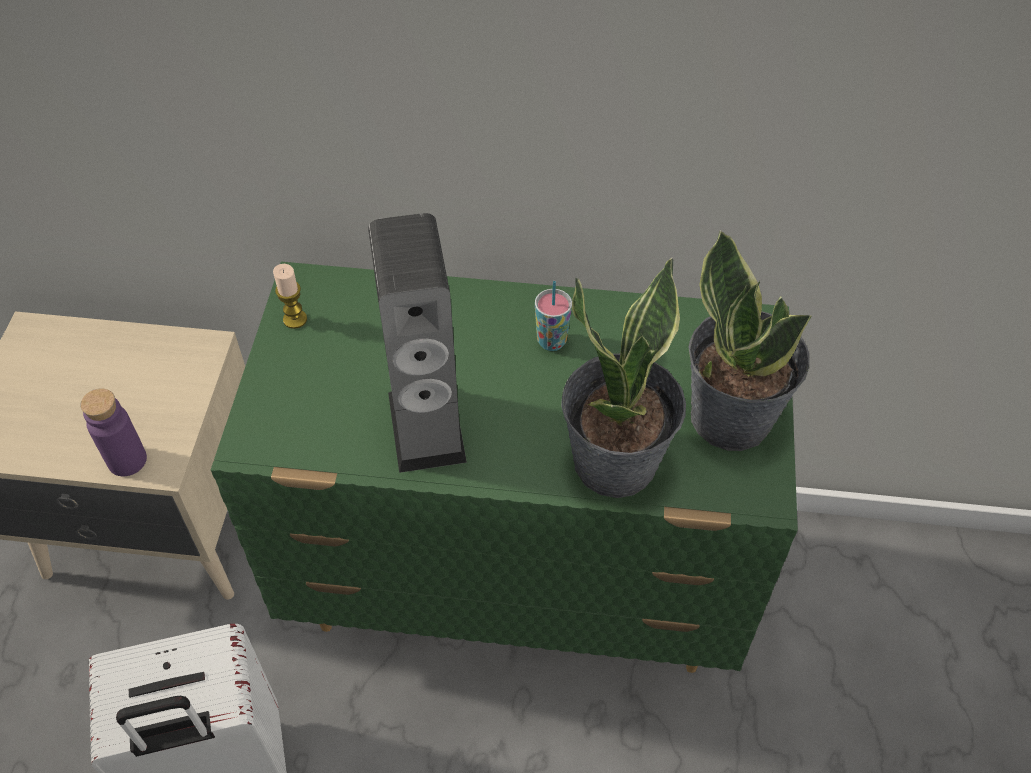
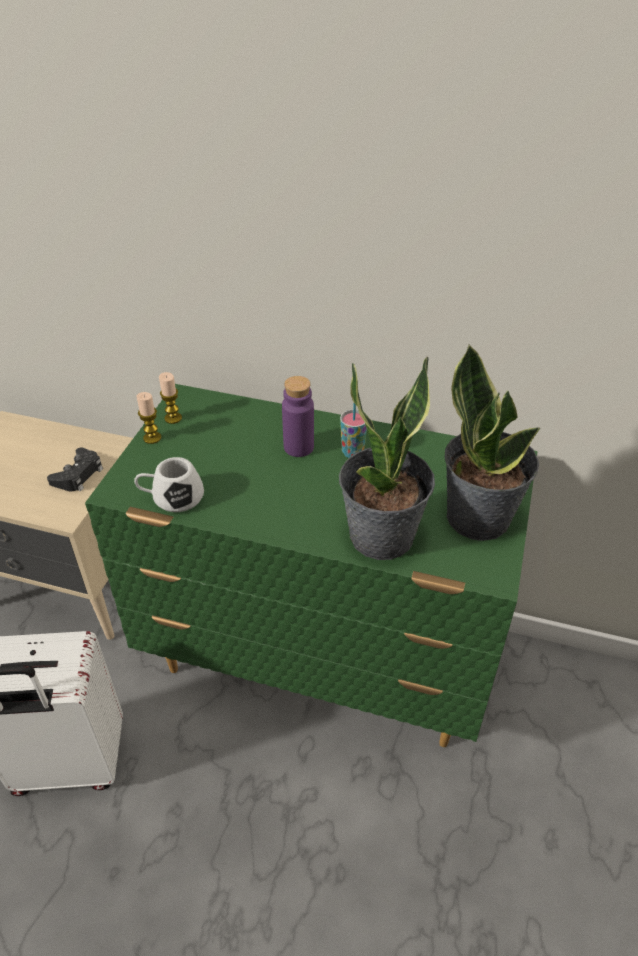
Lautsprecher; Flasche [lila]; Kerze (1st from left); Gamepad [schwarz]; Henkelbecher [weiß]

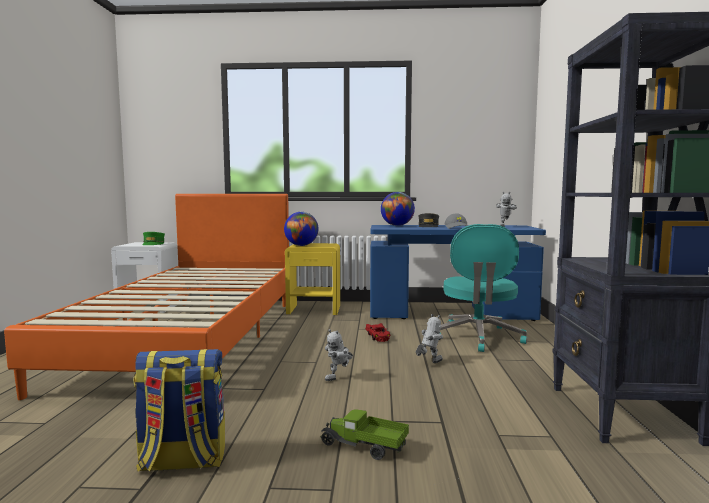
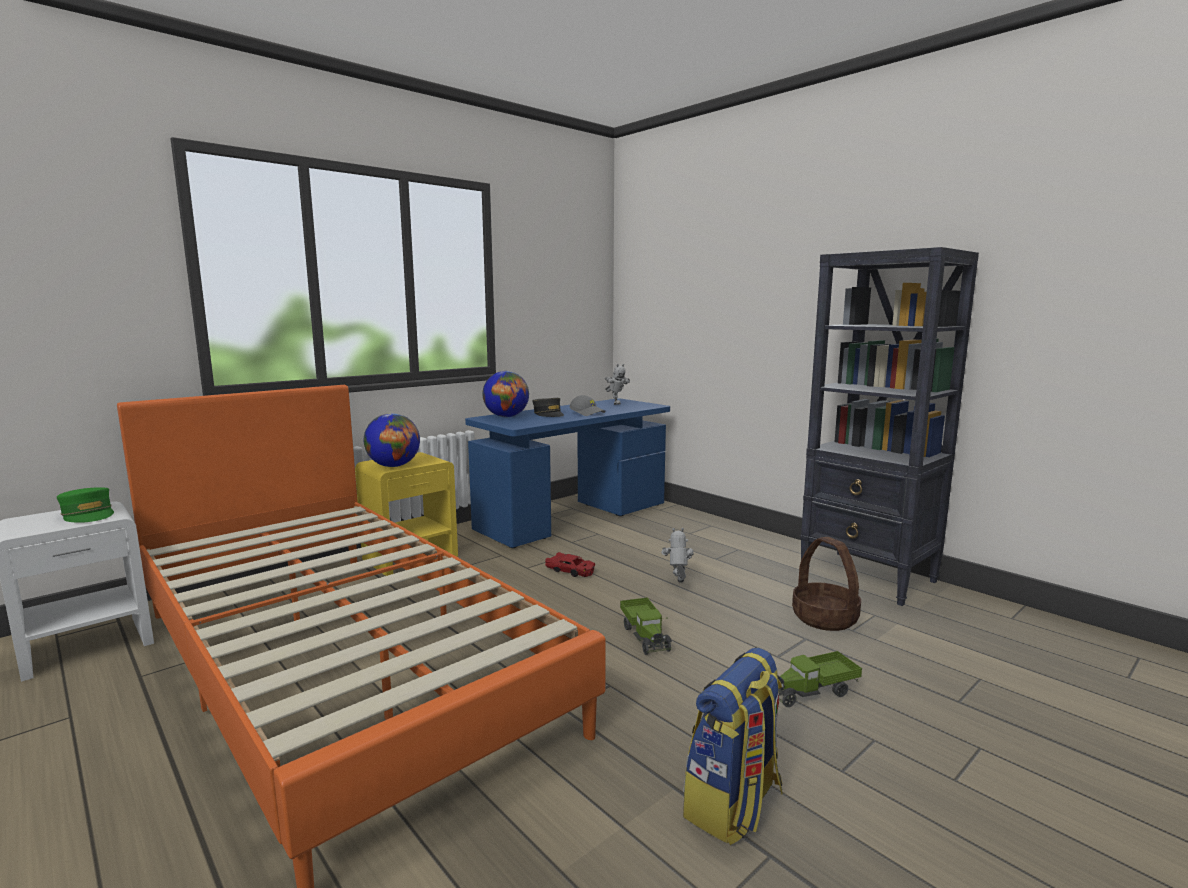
Bürostuhl [türkis]; Spielzeuglaster (1st from left); Korb

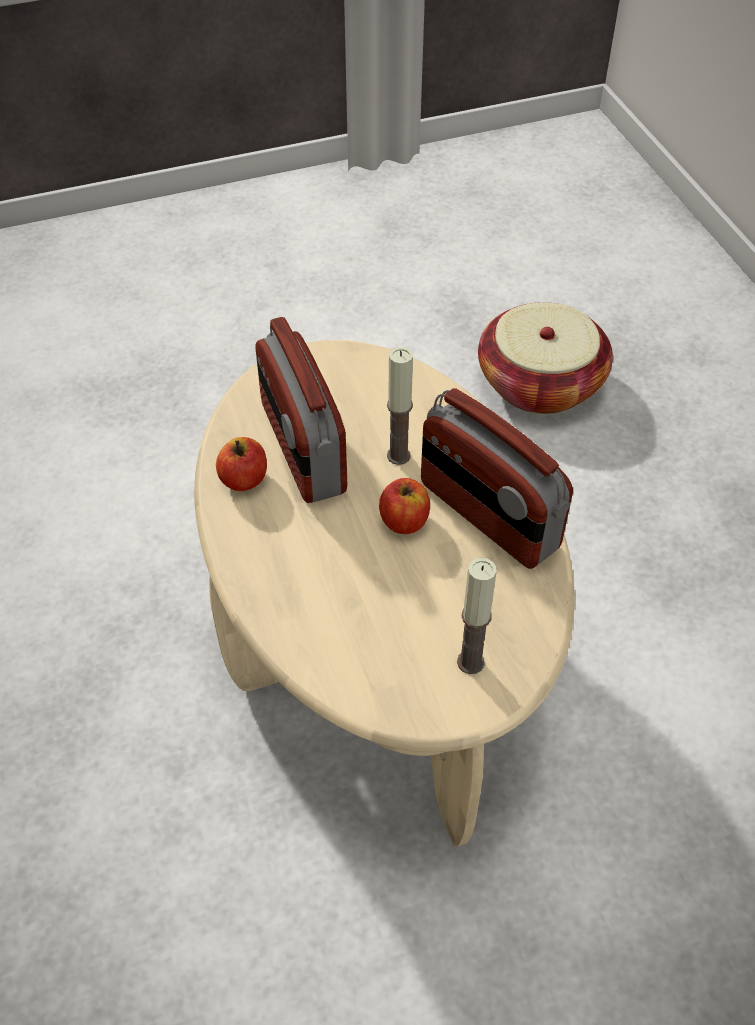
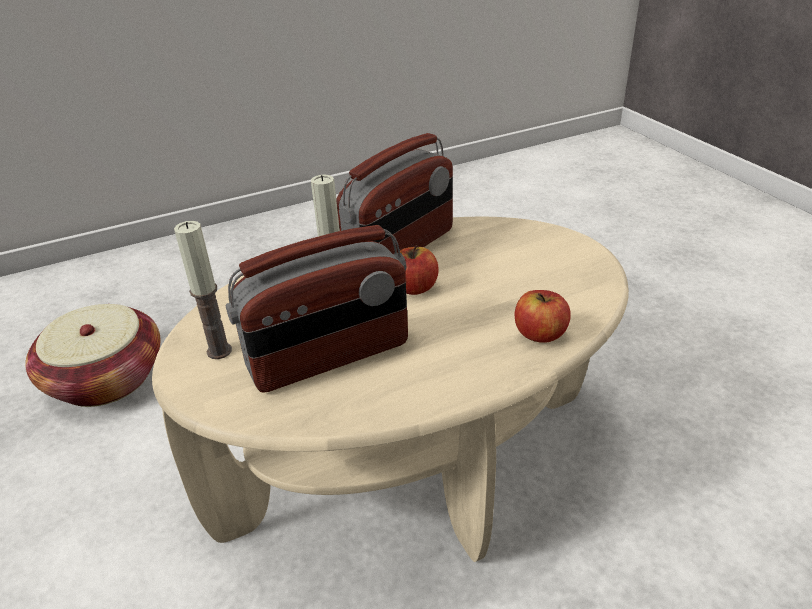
Apfel (2nd from left); Kerze (1st from left)

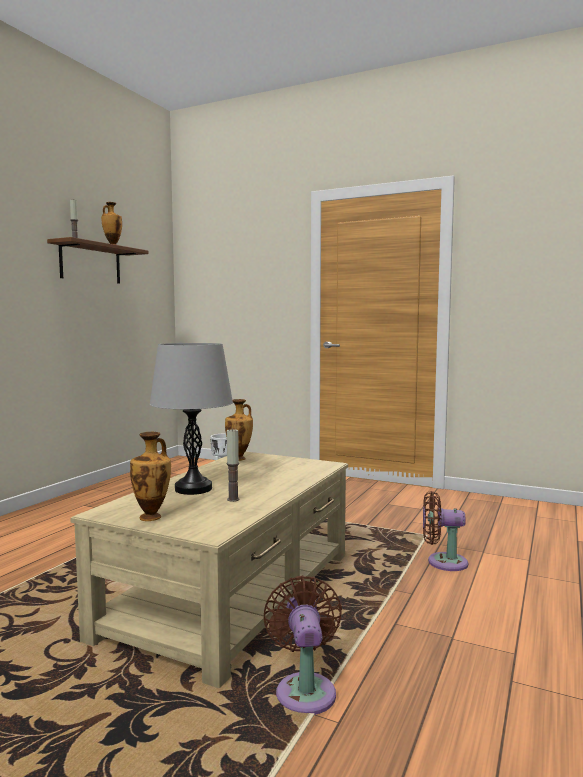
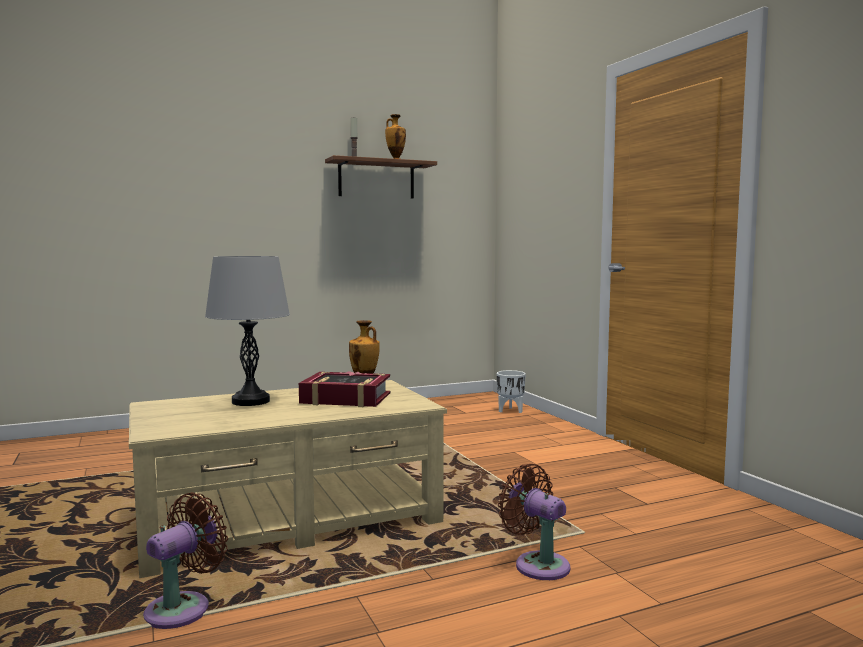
Kerze (2nd from left in the first image); Vase (2nd from left in the first image); Buch

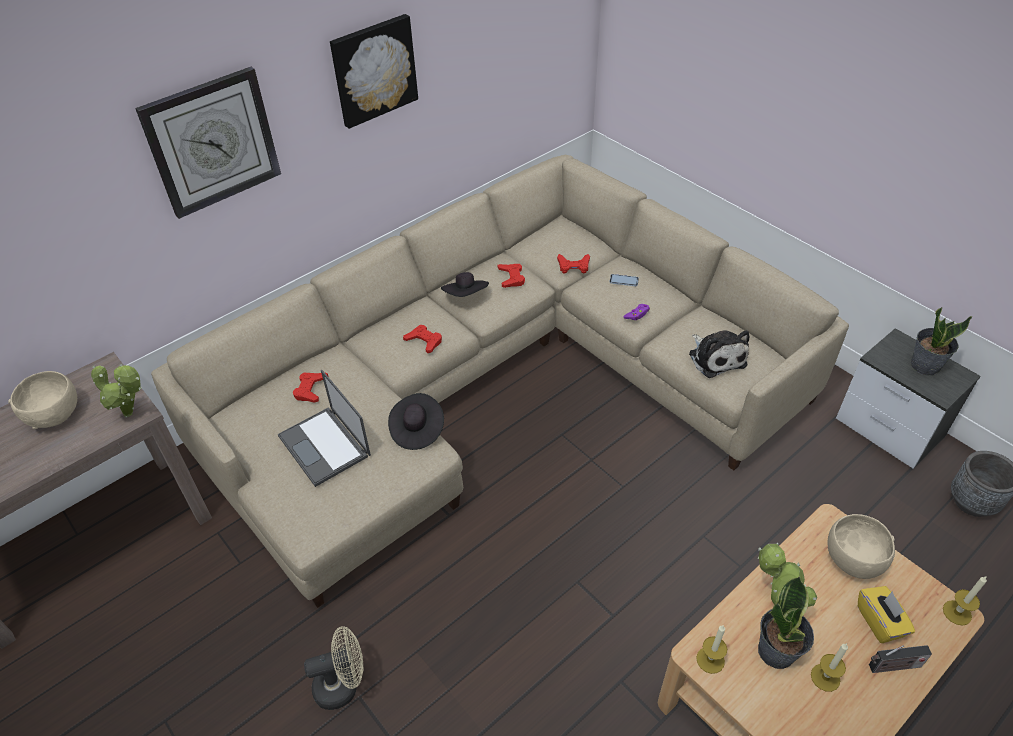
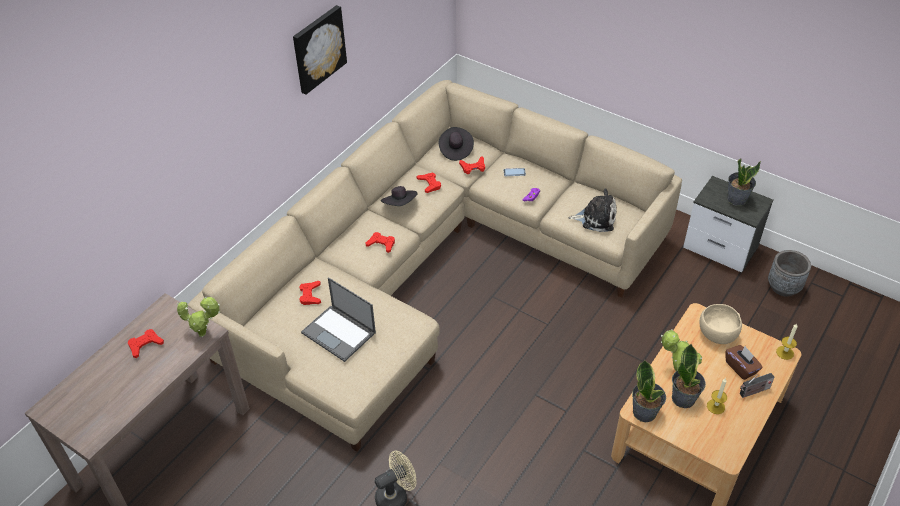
Wanduhr; Plüschtier; Gamepad [rot] (1st from left); Hut [schwarz] (2nd from left); Taschentuchbox [braun]; Topfpflanze (2nd from left)

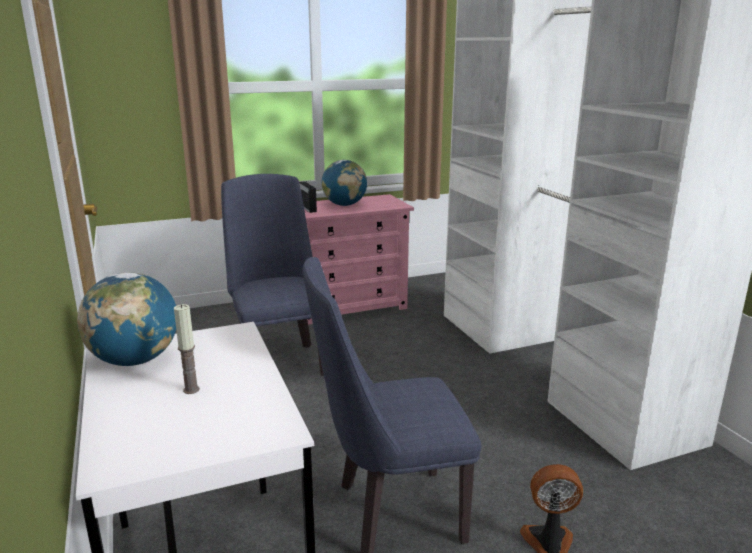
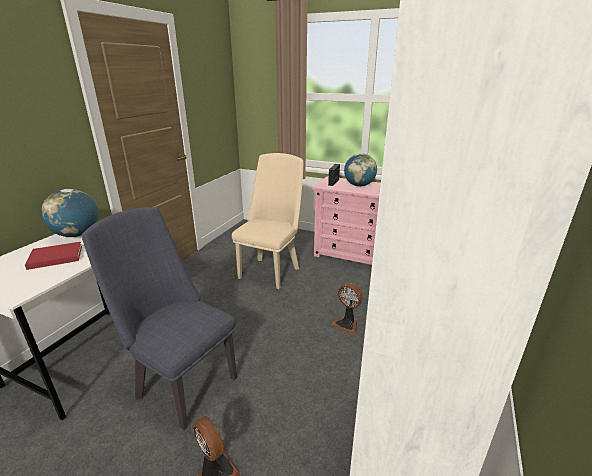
Stuhl [beige]; Buch [rot]; Ventilator (2nd from left)

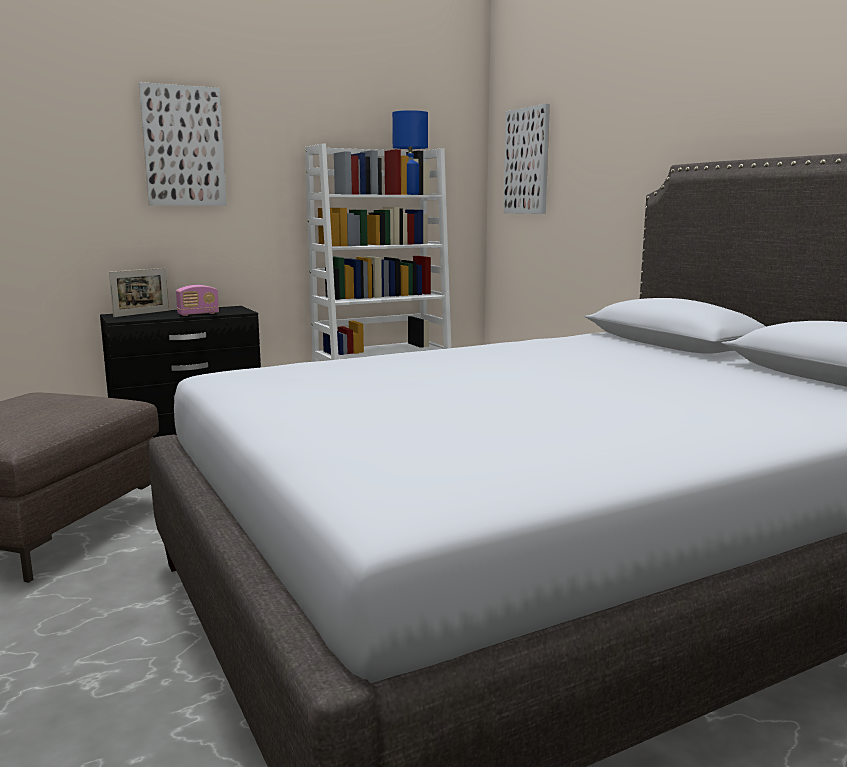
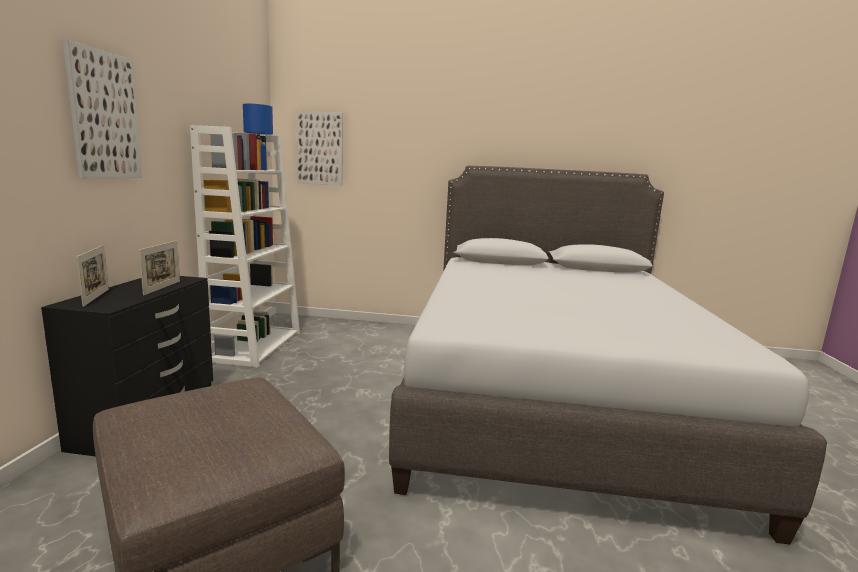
Bilderrahmen (2nd from left)

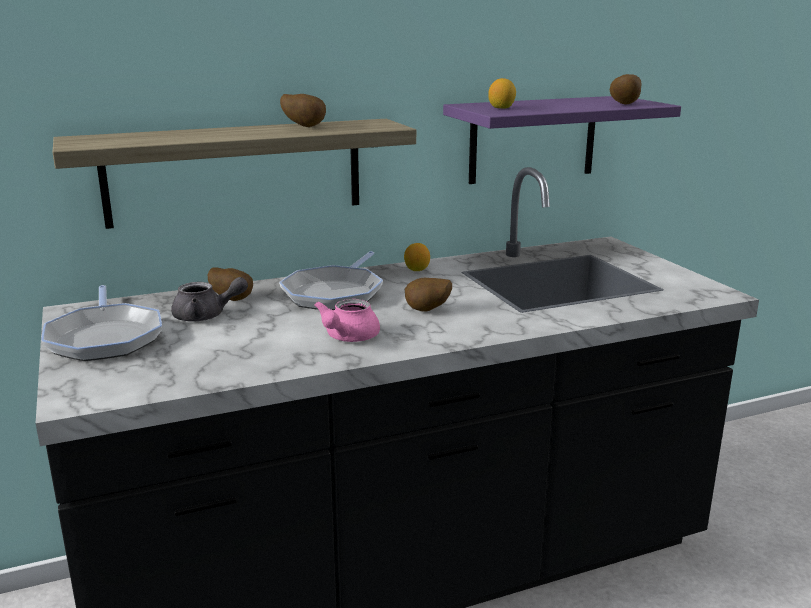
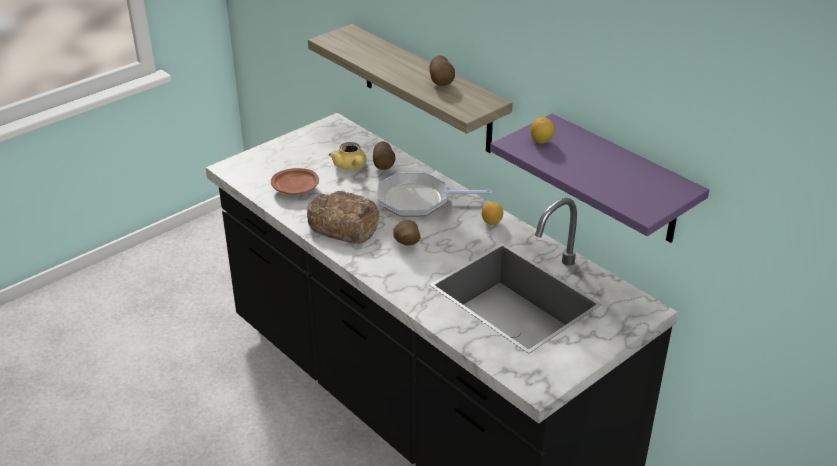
Kartoffel (4th from left in the first image); Teekanne [gelb]; Pfanne (1st from left in the first image); Brot; Teller [braun]

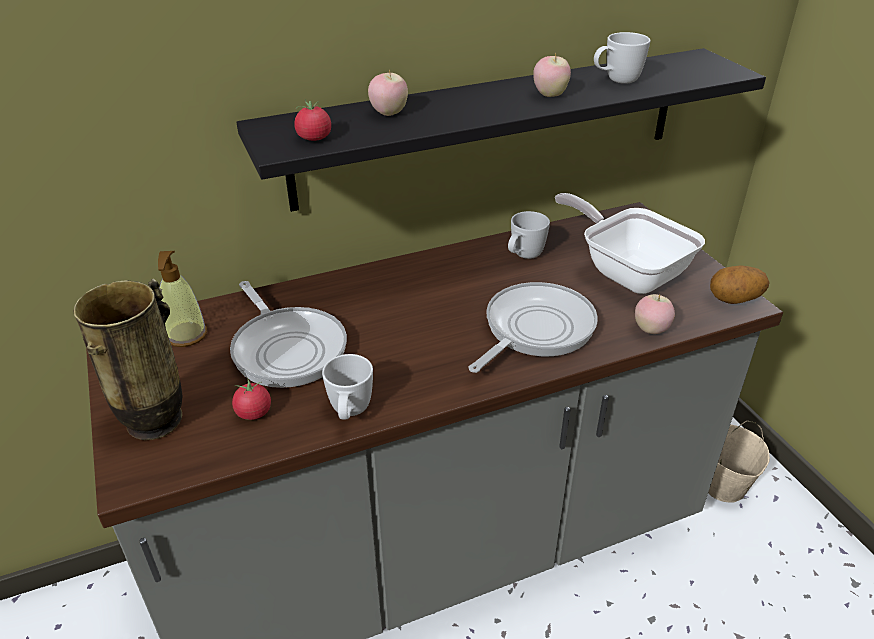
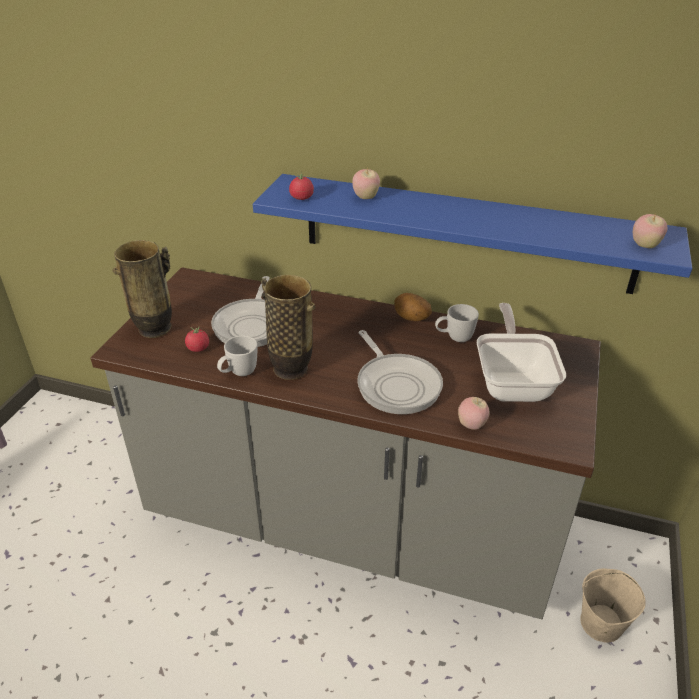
Henkelbecher [weiß] (3rd from left in the first image); Wandregal [blau]; Apfel (3rd from left); Seifenspender; Kartoffel; Pfanne (2nd from left); Vase (2nd from left)

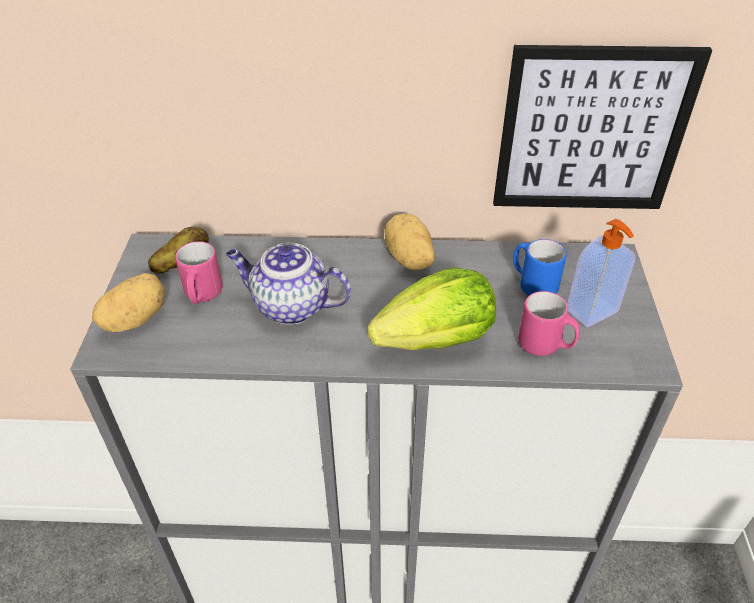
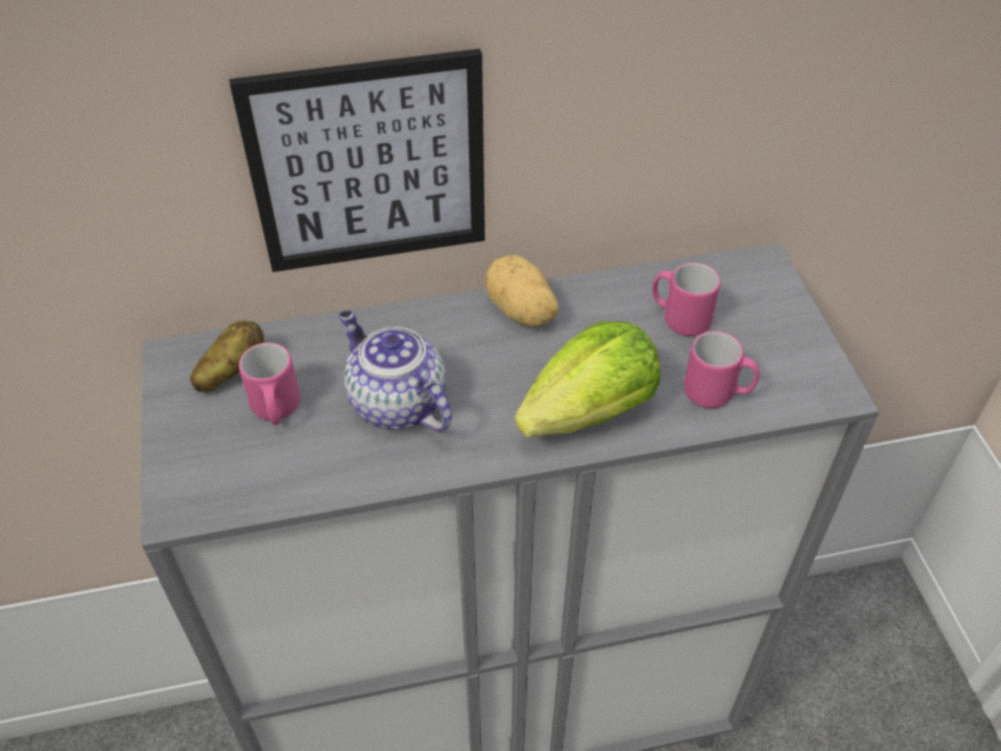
Bild; Seifenspender; Henkelbecher [rosa] (2nd from left); Teekanne; Kartoffel (1st from left in the first image)

